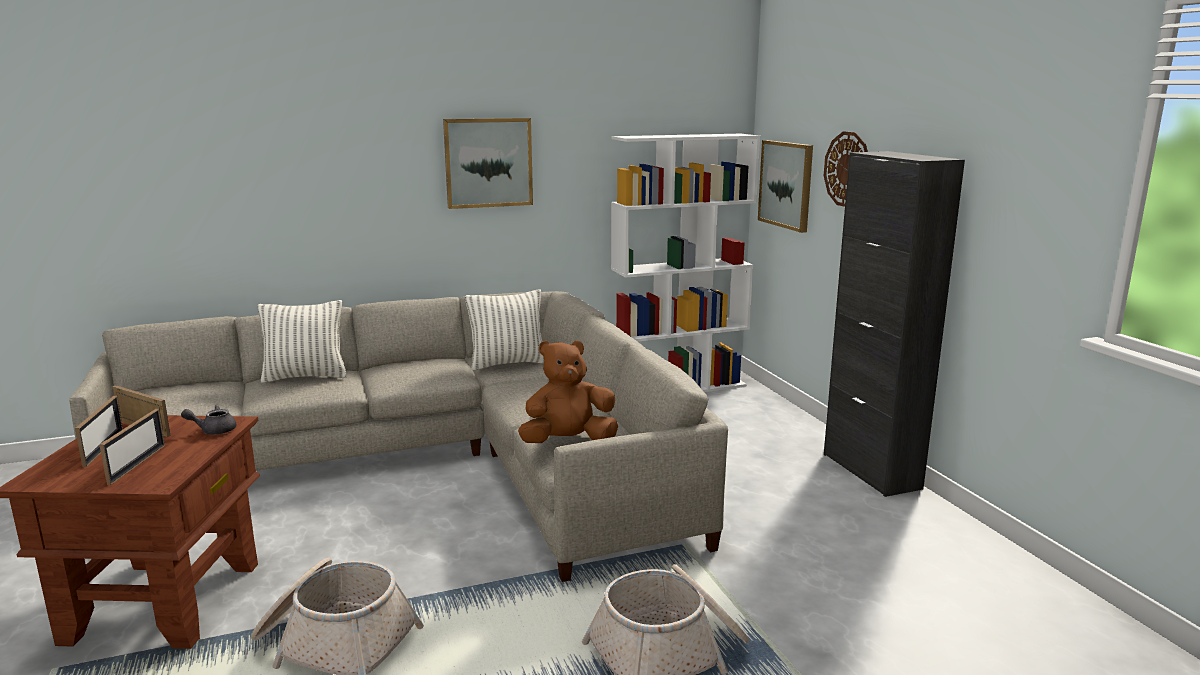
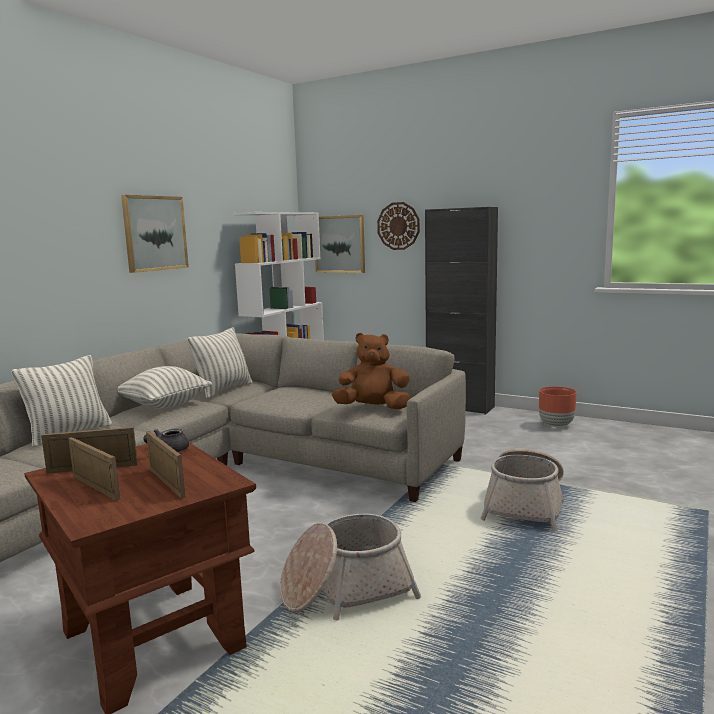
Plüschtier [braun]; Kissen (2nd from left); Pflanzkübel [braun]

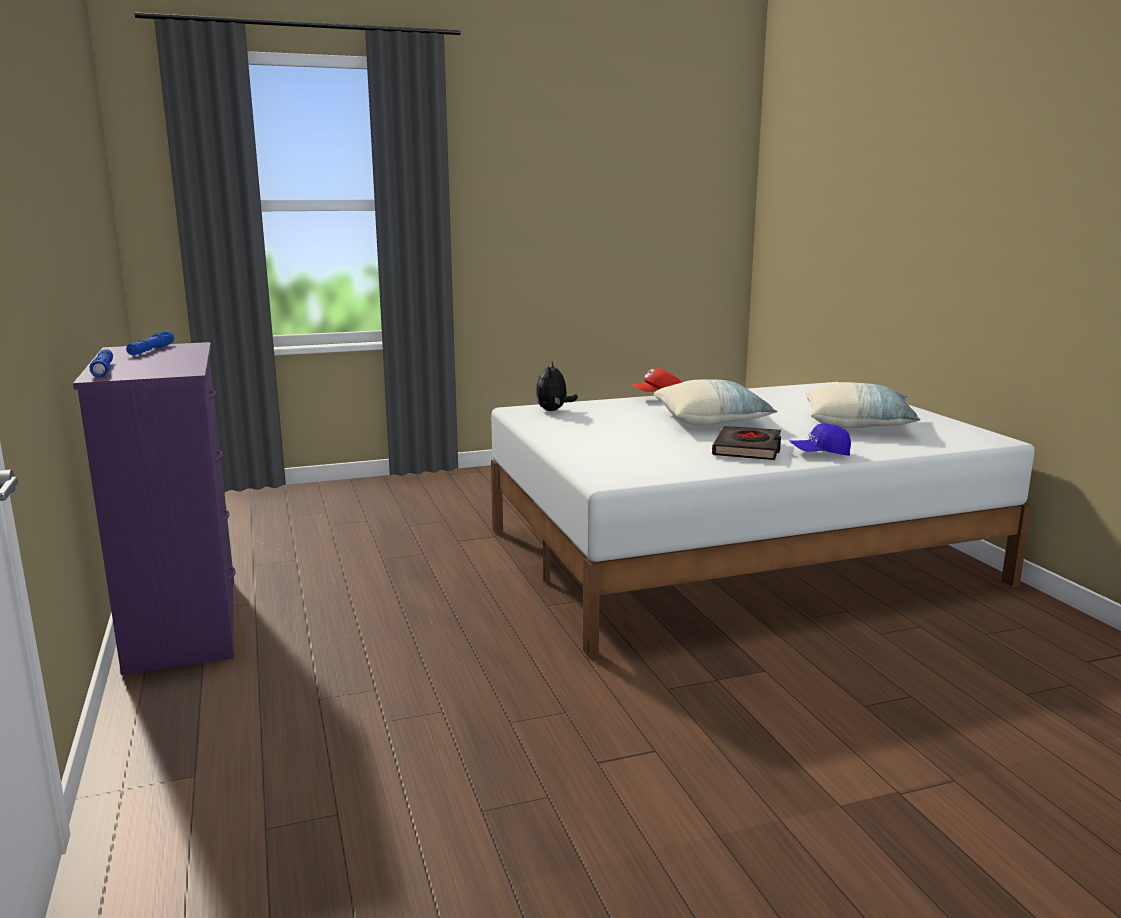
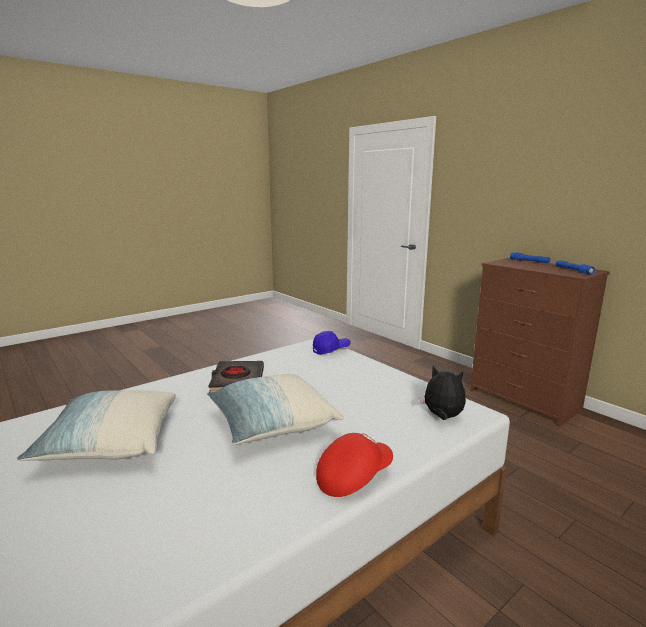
Kommode [braun]; Plüschtier; Kappe [blau]

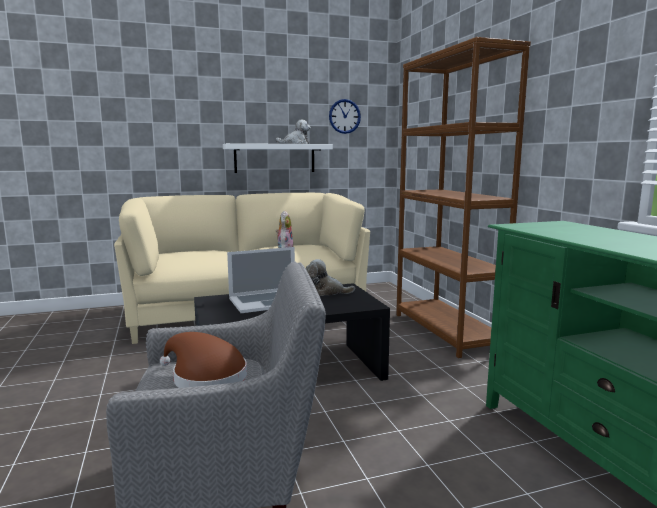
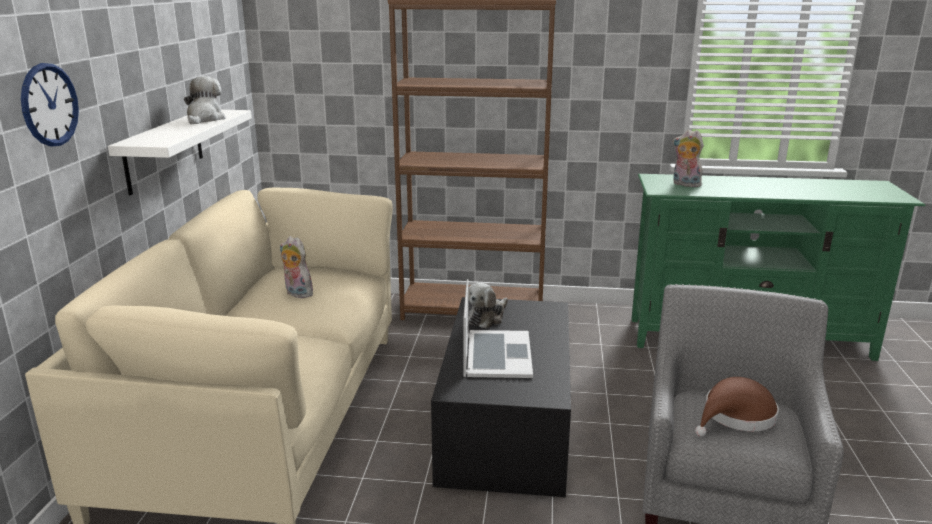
Wanduhr; Plüschtier (4th from left)

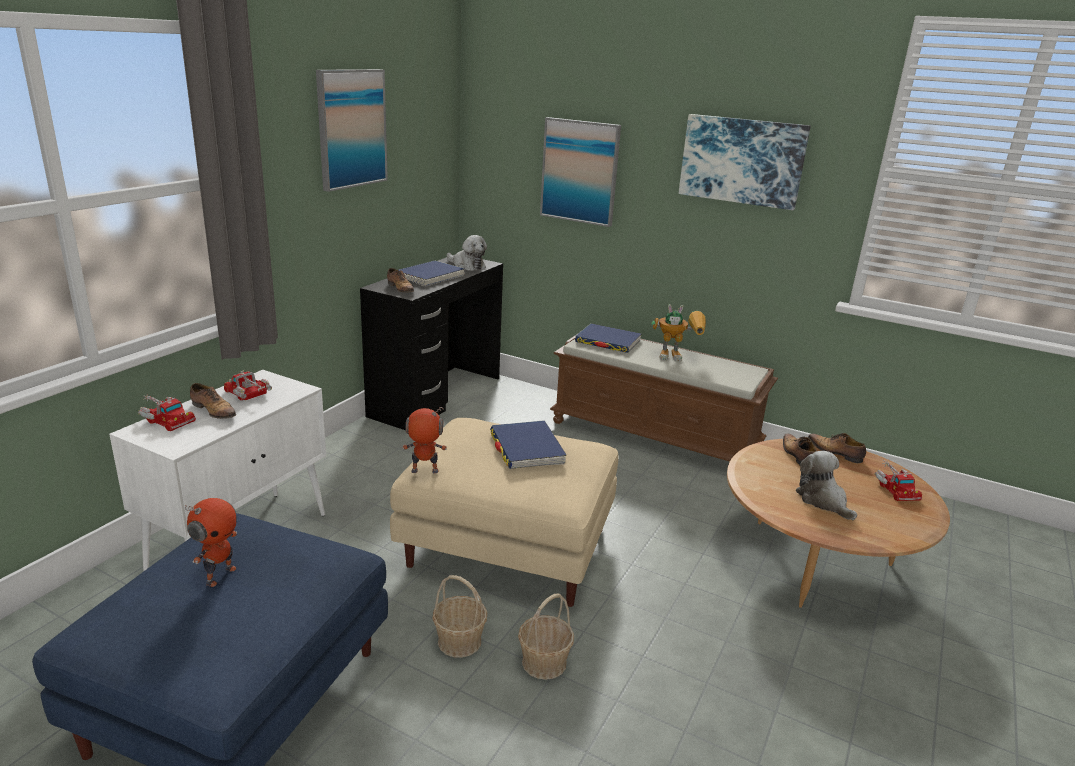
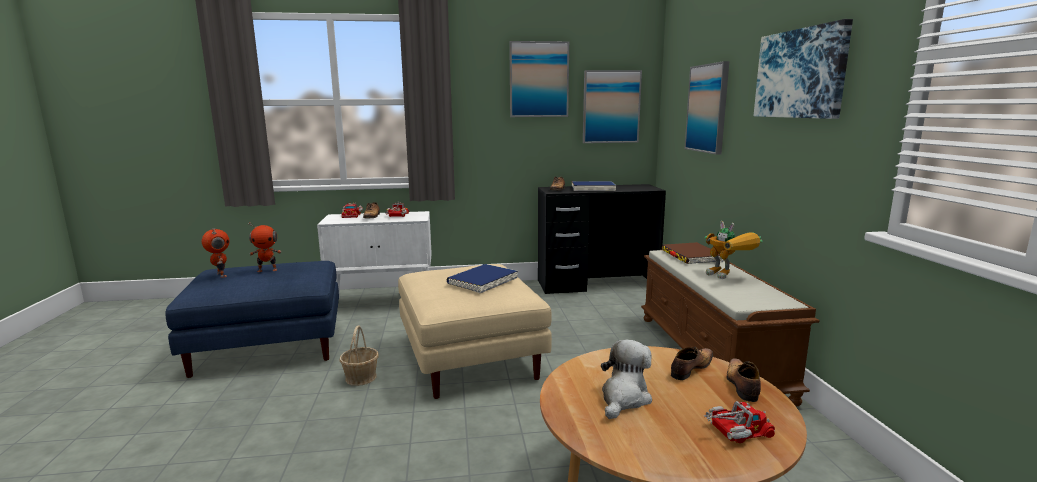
Plüschtier (1st from left in the first image); Buch [braun]; Spielzeugroboter (1st from left); Spielzeuglaster (3rd from left); Korb (2nd from left in the first image); Bild (2nd from left)

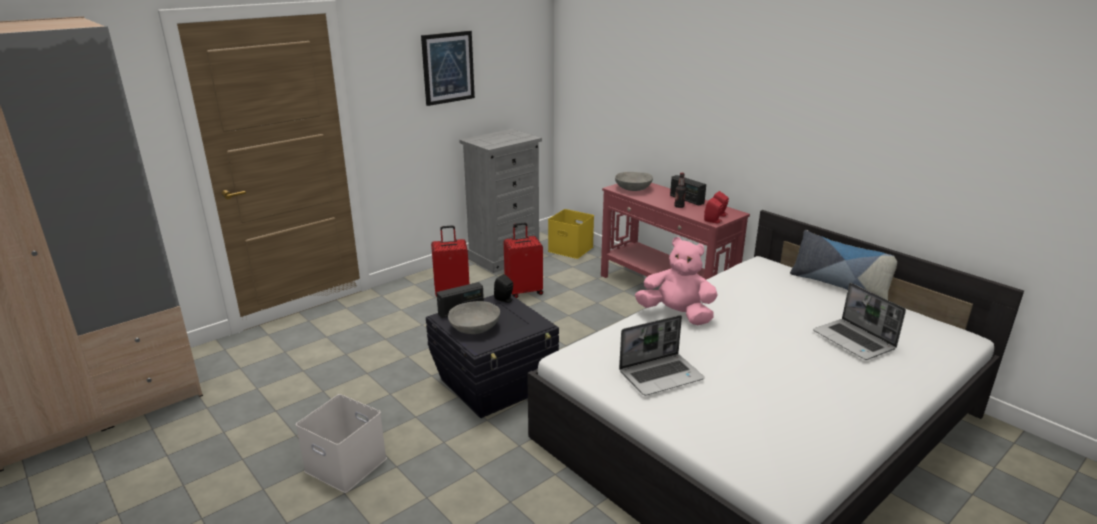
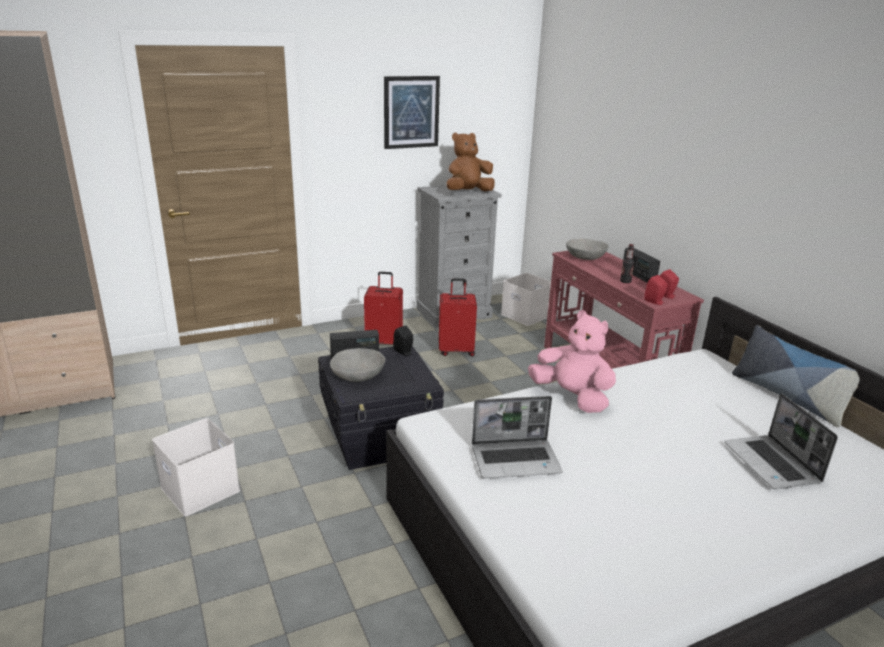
Aufbewahrungsbox [weiß] (2nd from left); Plüschtier [braun]

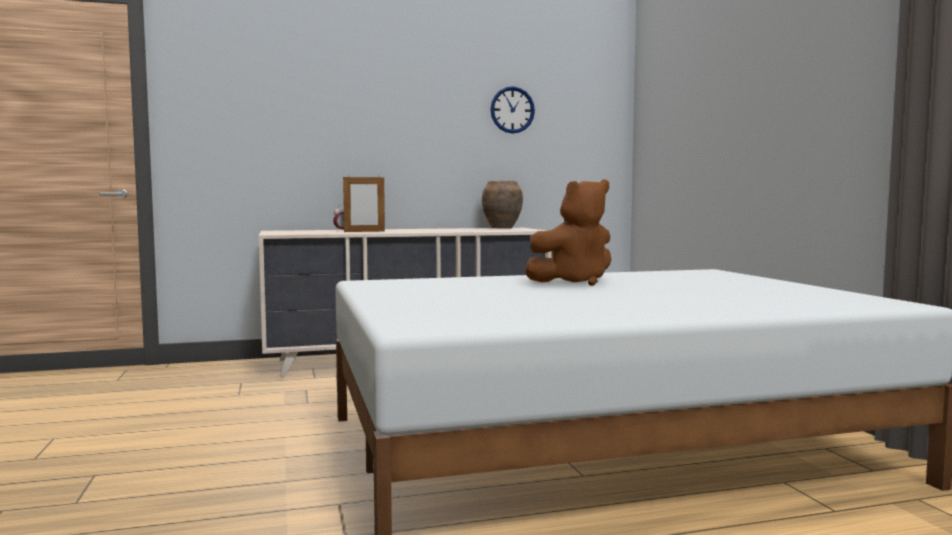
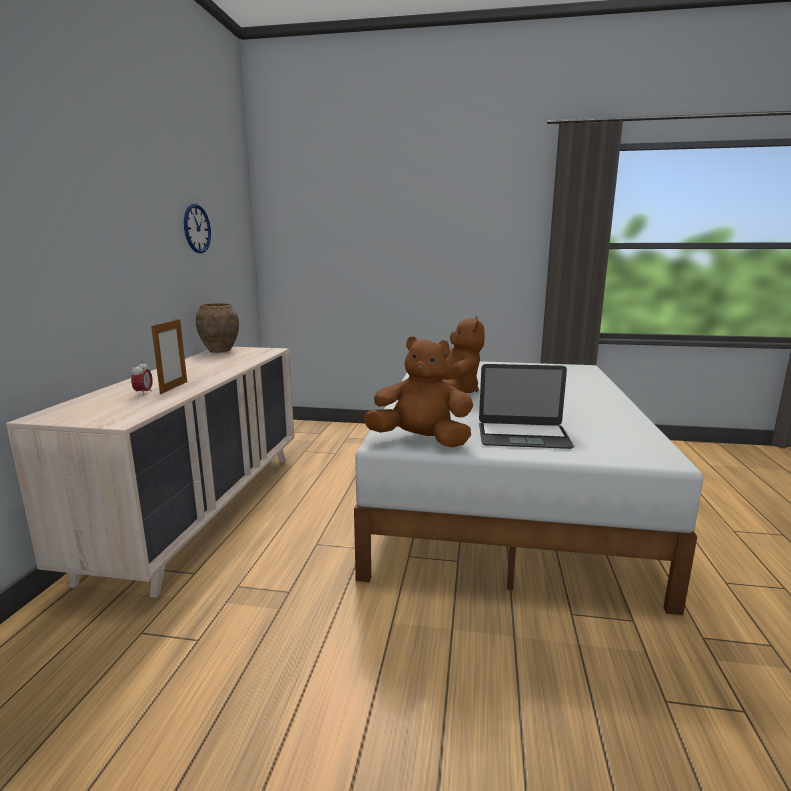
Plüschtier [braun] (1st from left); Laptop

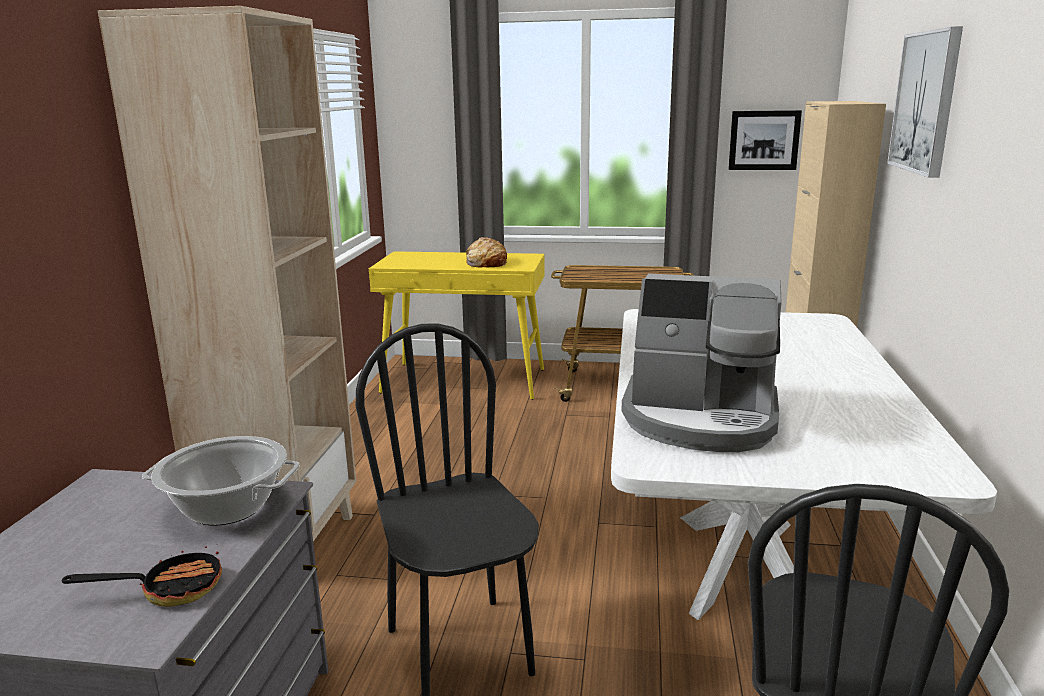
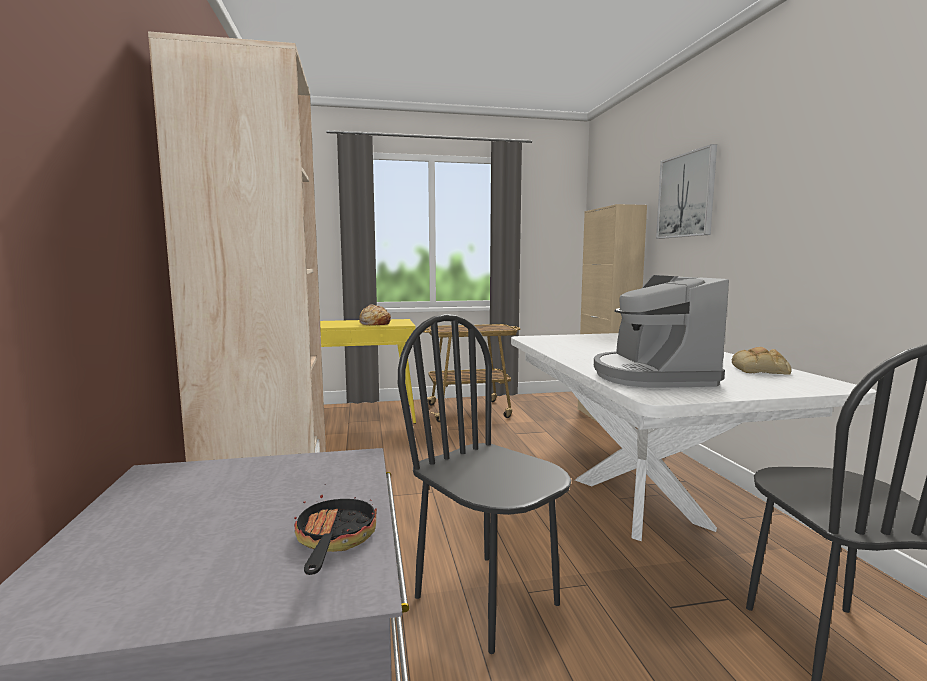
Bild (1st from left in the first image); Kaffeemaschine; Kochtopf; Pfanne; Brot (2nd from left)

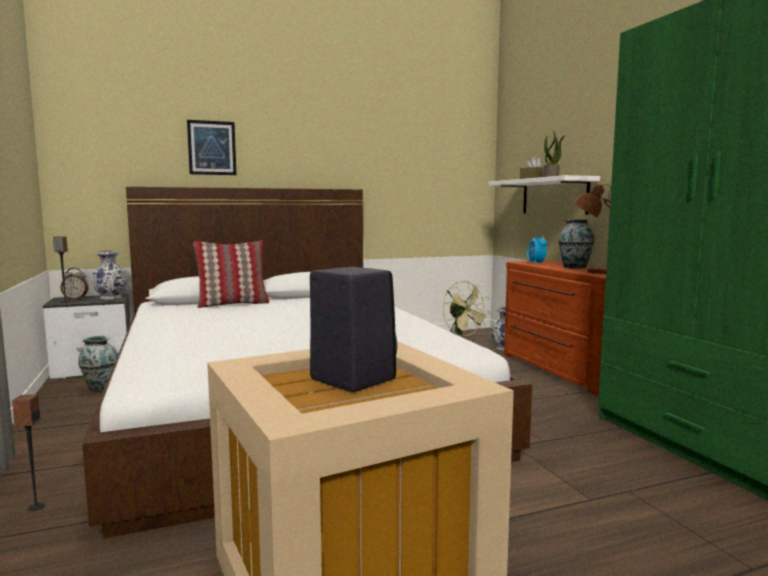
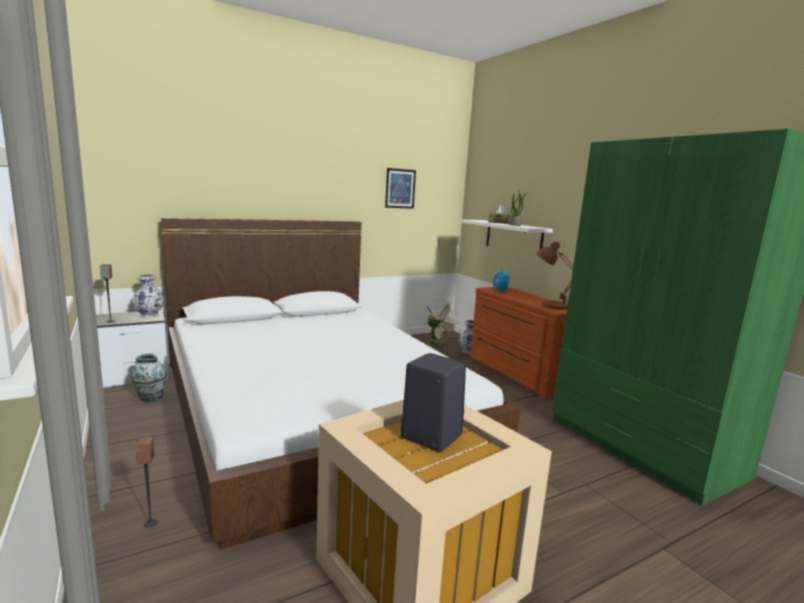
Bild; Vase (4th from left in the first image); Kissen; Wecker (1st from left in the first image)

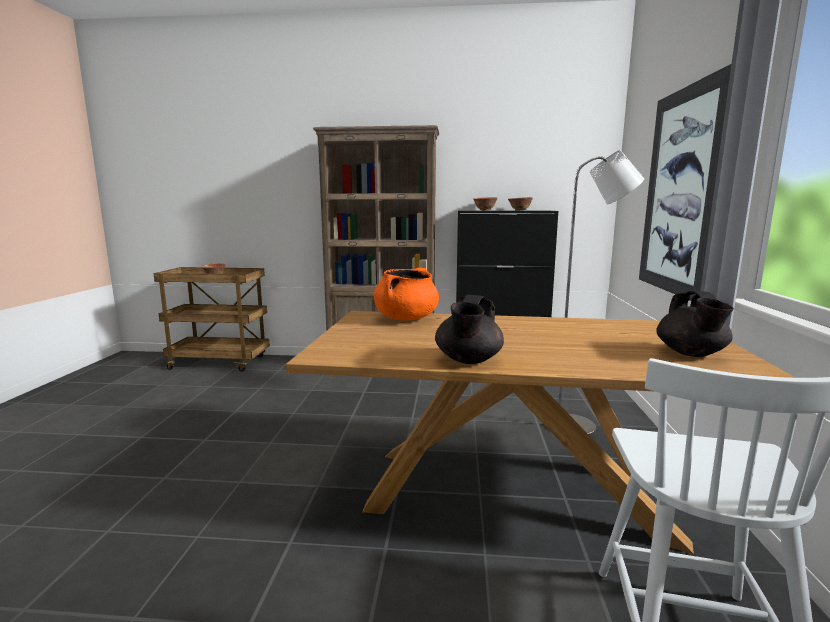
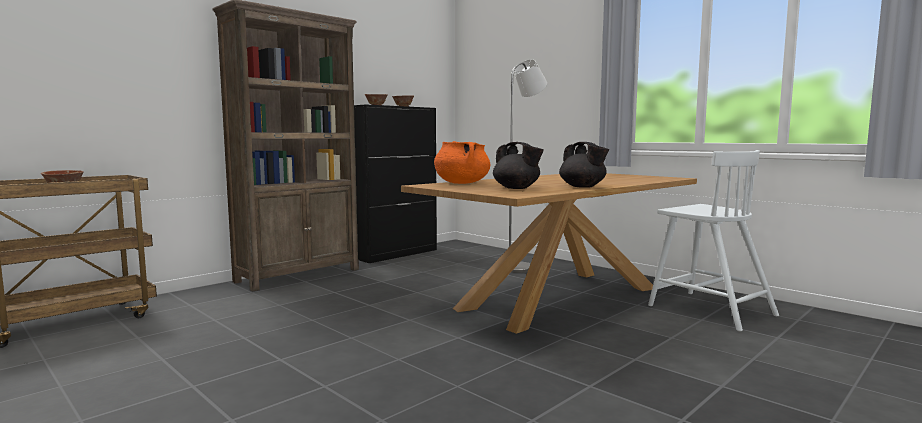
Bild; Teekanne [schwarz] (1st from left)

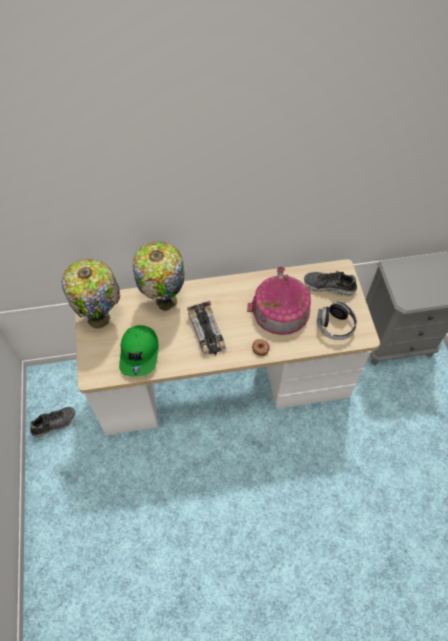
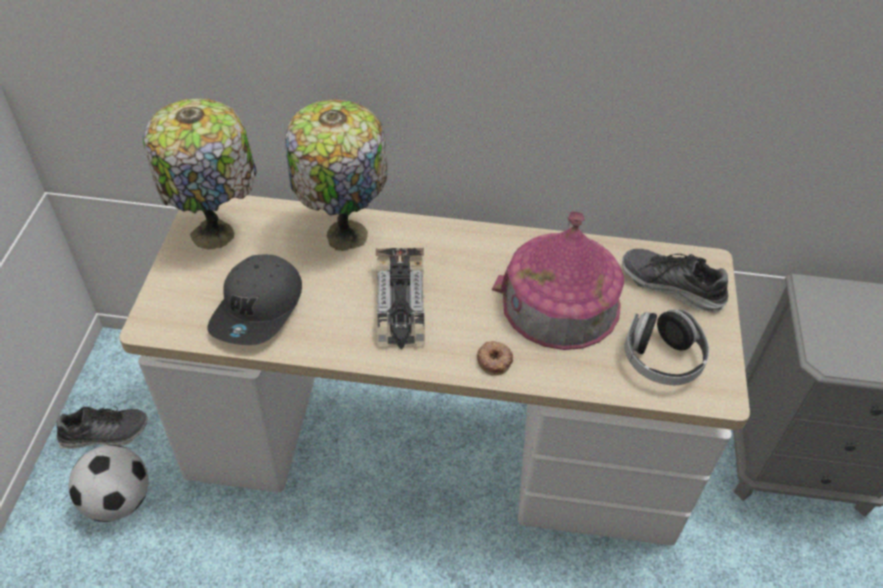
Kappe [grau]; Fußball

